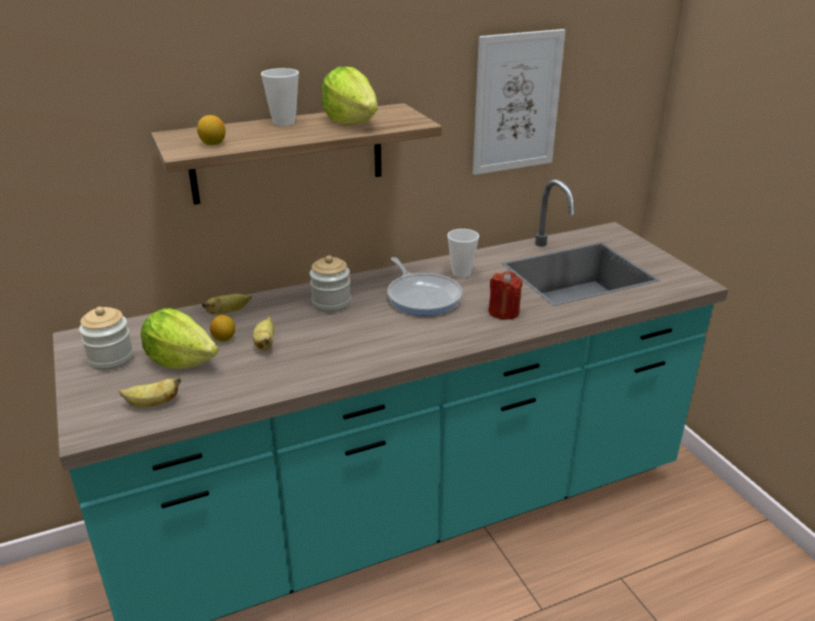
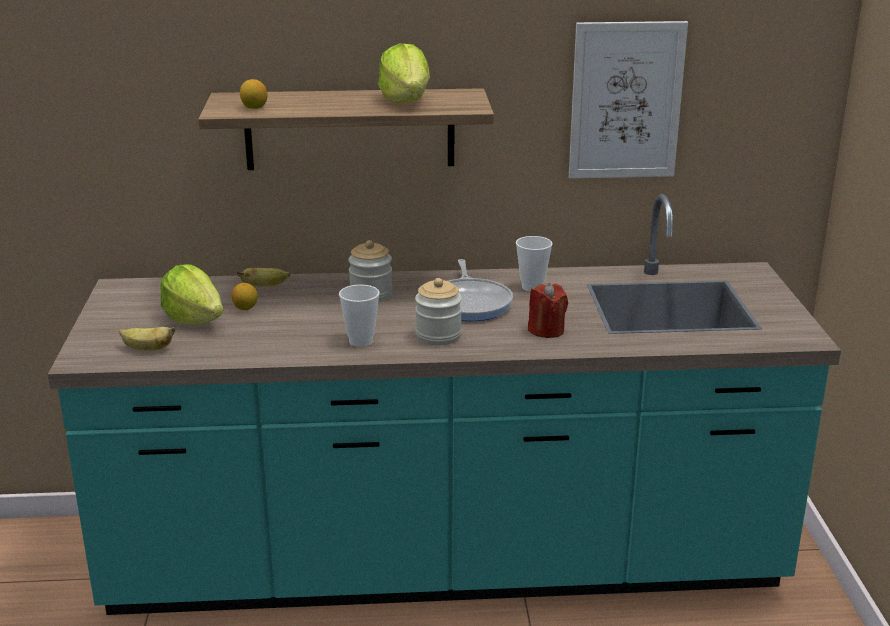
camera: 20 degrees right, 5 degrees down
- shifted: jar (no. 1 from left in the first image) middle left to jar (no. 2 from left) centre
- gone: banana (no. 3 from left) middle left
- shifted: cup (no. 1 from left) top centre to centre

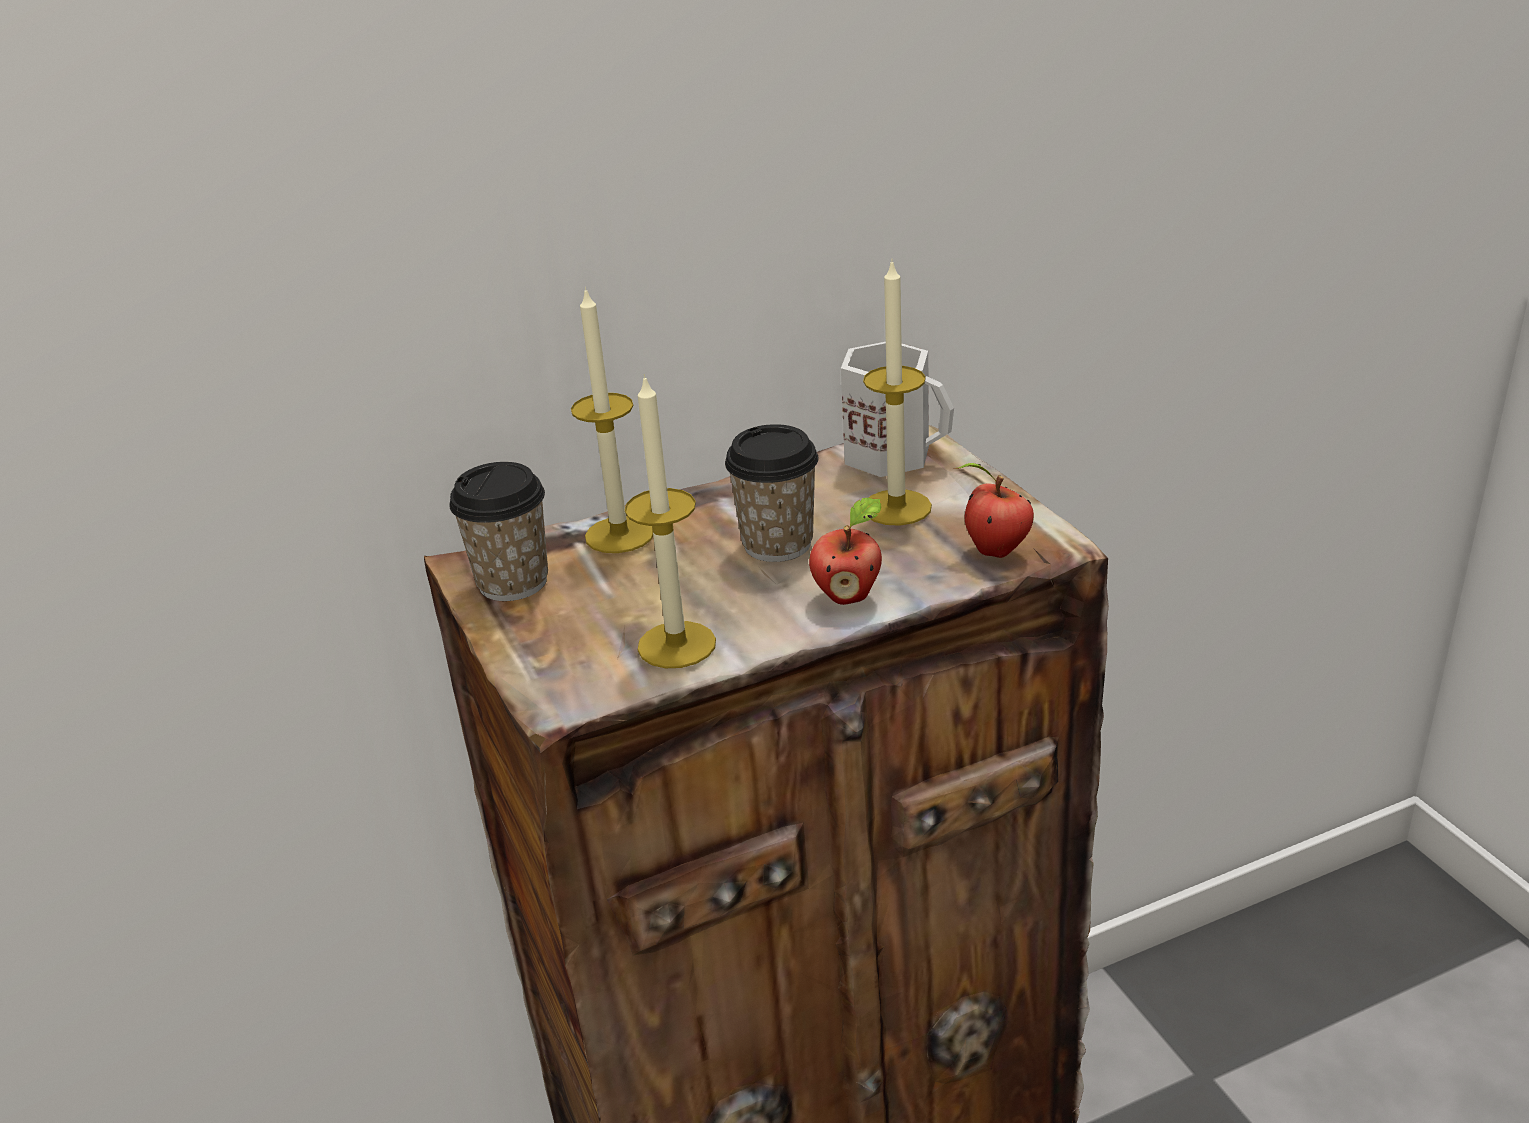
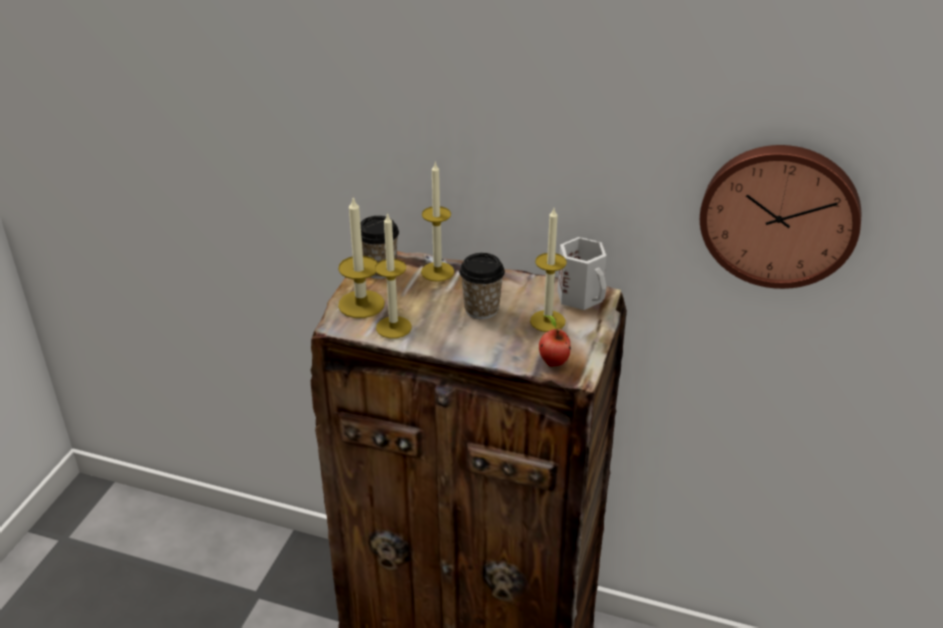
camera: 40 degrees right, 5 degrees up
- gone: apple (no. 1 from left) centre
- new: candle (no. 1 from left) centre
- new: wall clock middle right

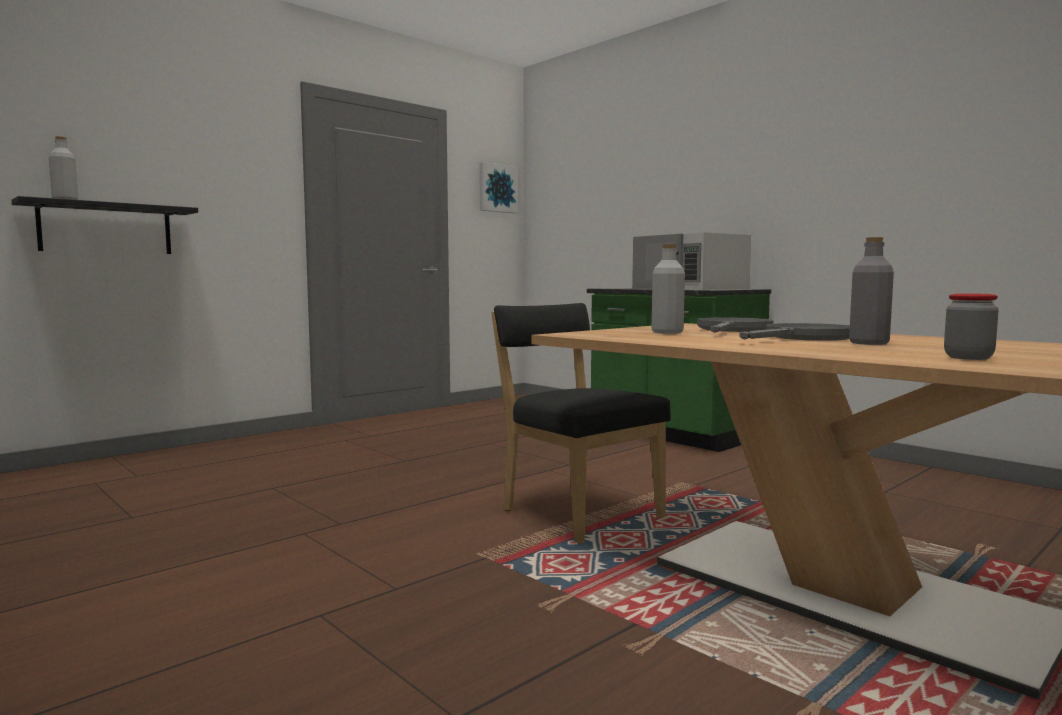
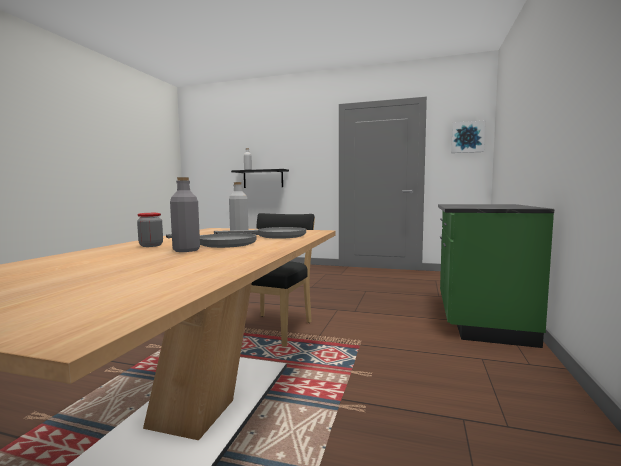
camera: 60 degrees right, 0 degrees up
- gone: white microwave centre
- shifted: jar middle right to middle left

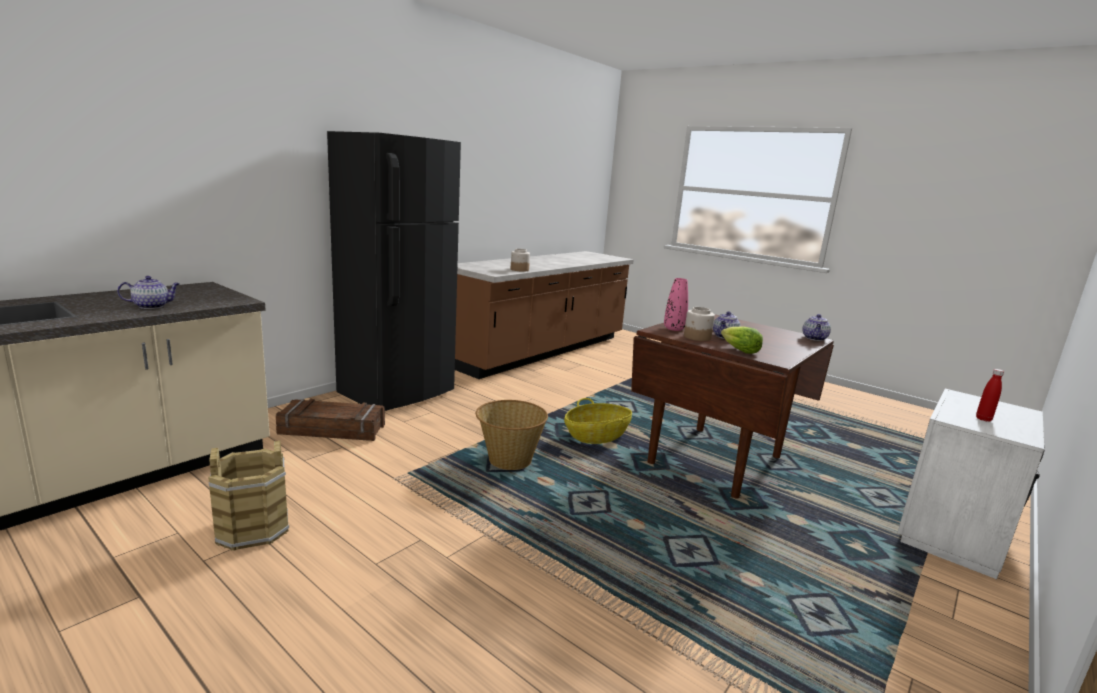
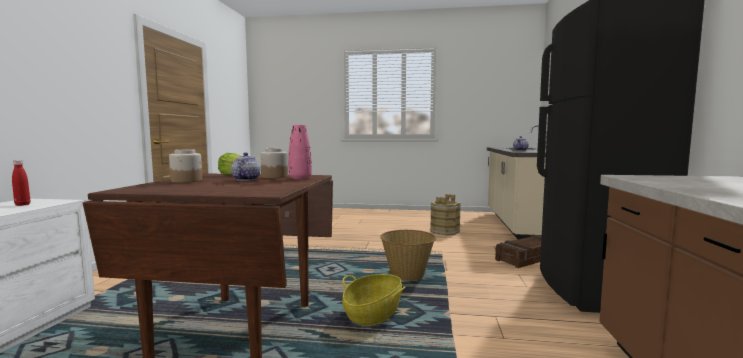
camera: 150 degrees right, 10 degrees down
- shifted: jar (no. 1 from left) centre to middle left
- gone: teapot (no. 3 from left) middle right

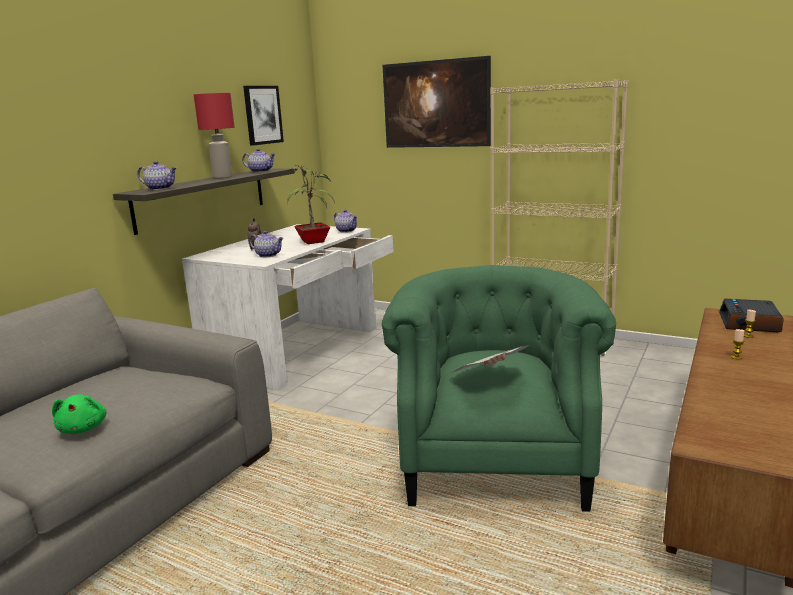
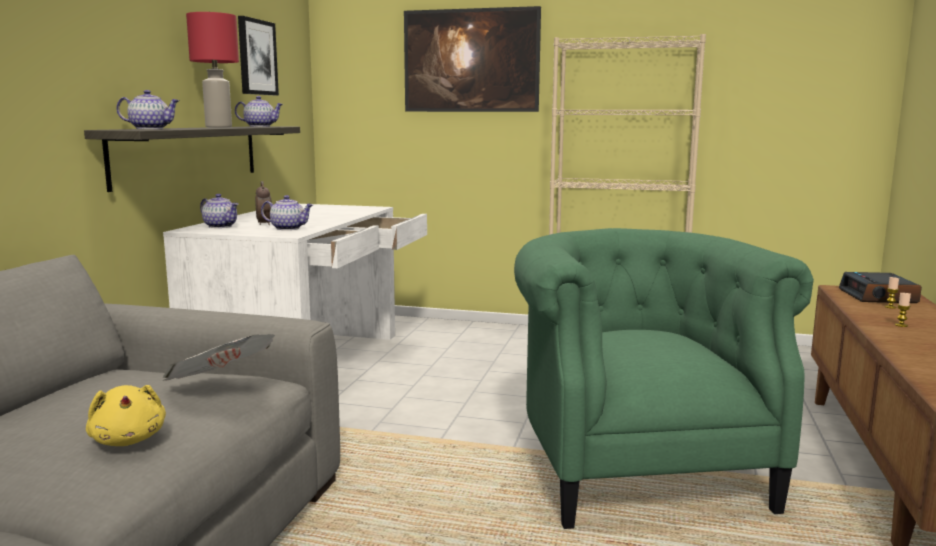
camera: 15 degrees left, 5 degrees down
- repainted: green plush toy bottom left to yellow plush toy bottom left
- gone: potted plant centre
- shifted: teapot (no. 4 from left in the first image) centre to teapot (no. 2 from left) middle left
- shifted: newspaper centre to middle left

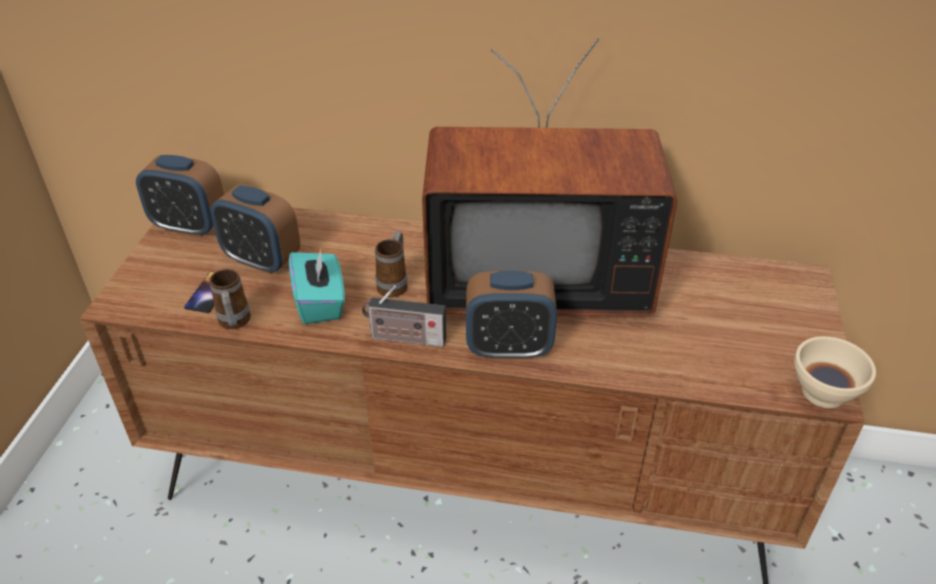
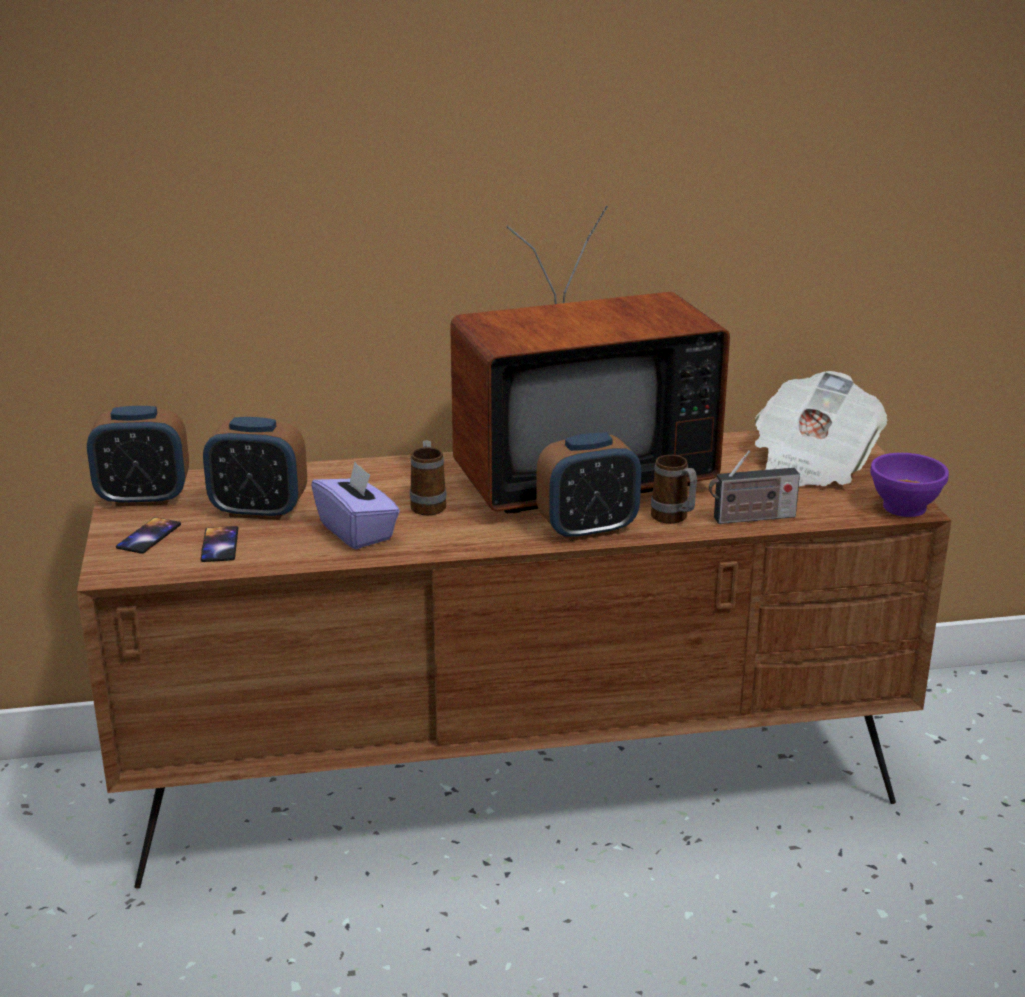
camera: 20 degrees left, 15 degrees down
- shifted: mug (no. 1 from left in the first image) middle left to mug (no. 2 from left) centre
- repainted: turquoise tissue box centre to purple tissue box centre
- shifted: radio centre to middle right
- repainted: beige bowl middle right to purple bowl middle right
- new: phone (no. 1 from left) middle left
- new: newspaper middle right

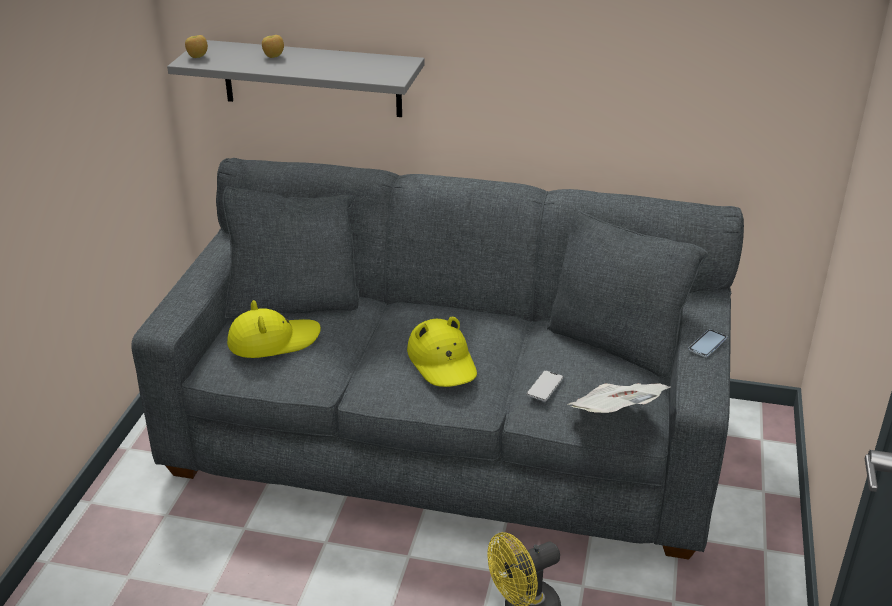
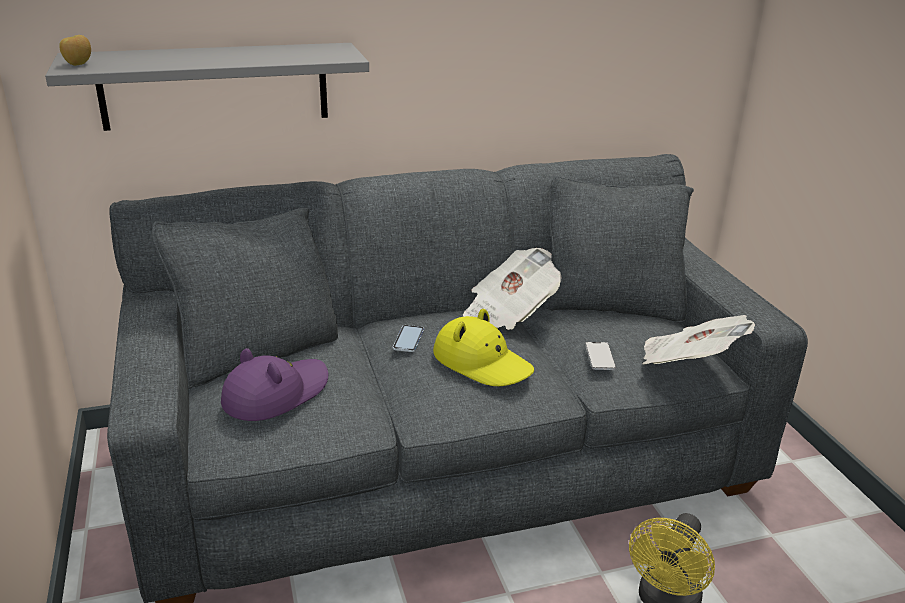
camera: 30 degrees left, 5 degrees down
- repainted: yellow hat (no. 1 from left) middle left to purple hat middle left
- gone: apple (no. 2 from left) top left
- shifted: phone (no. 2 from left in the first image) middle right to phone (no. 1 from left) centre
- new: newspaper (no. 1 from left) centre

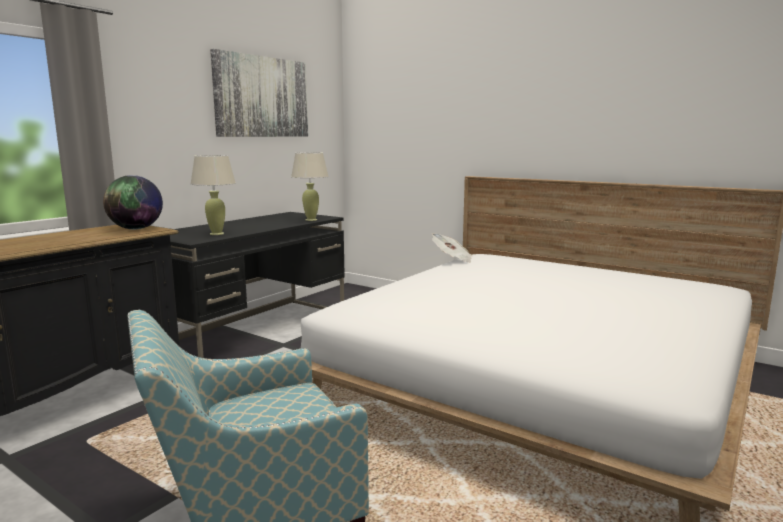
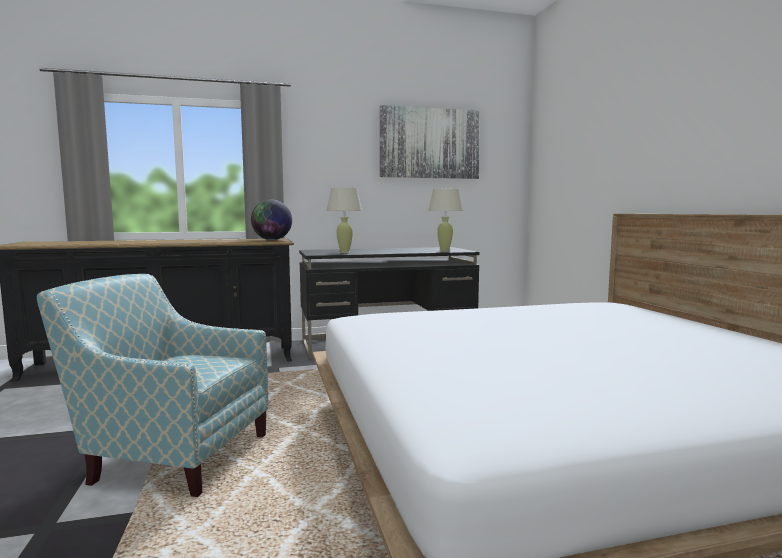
camera: 40 degrees right, 5 degrees down
- gone: newspaper centre

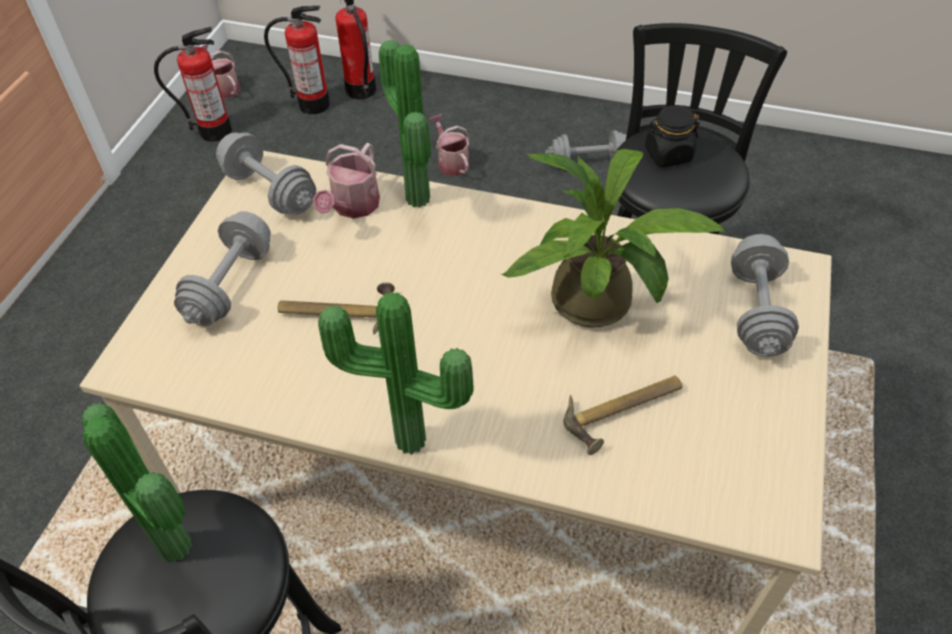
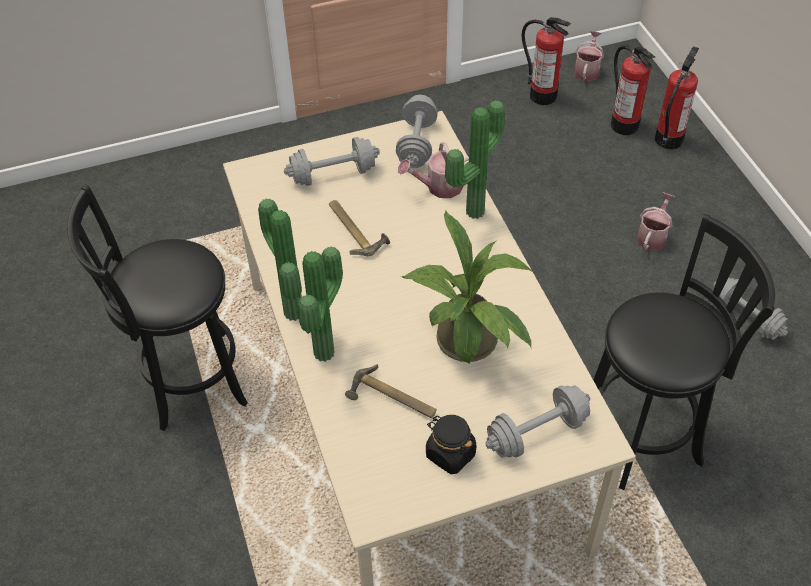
camera: 55 degrees right, 0 degrees up
- shifted: potted plant (no. 1 from left in the first image) bottom left to potted plant (no. 2 from left) centre
- shifted: black jar top right to bottom centre

